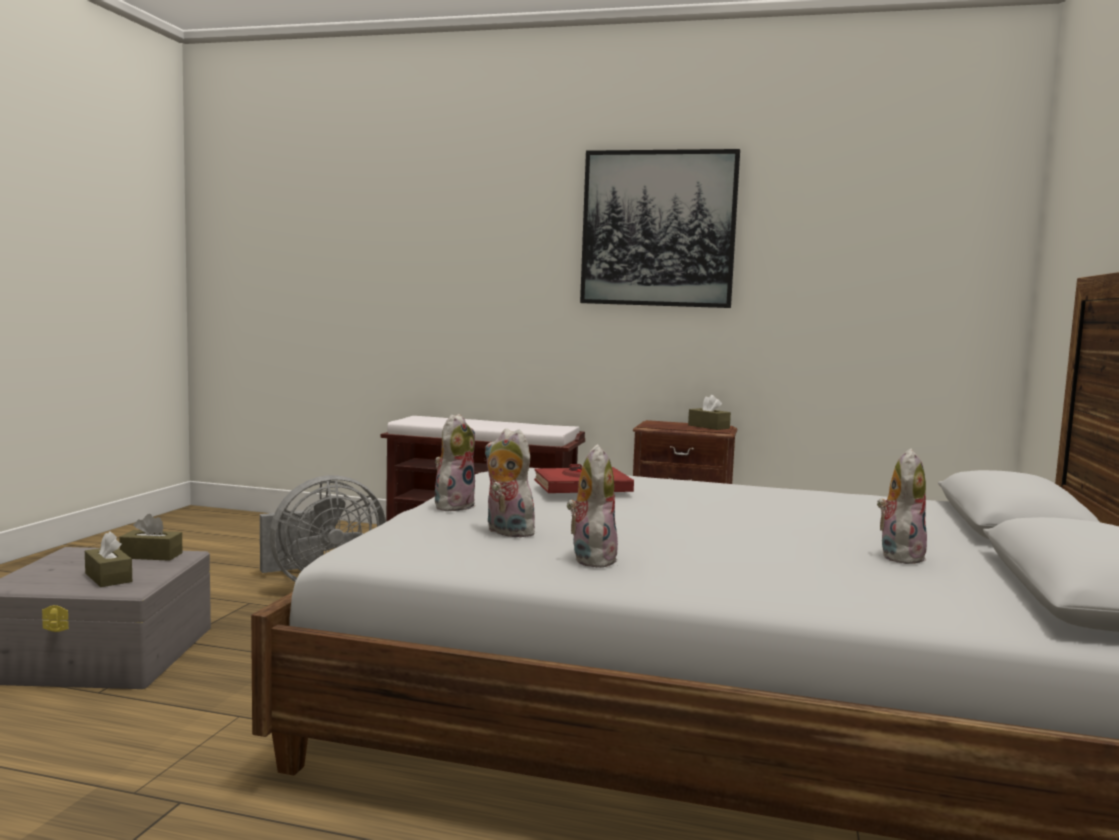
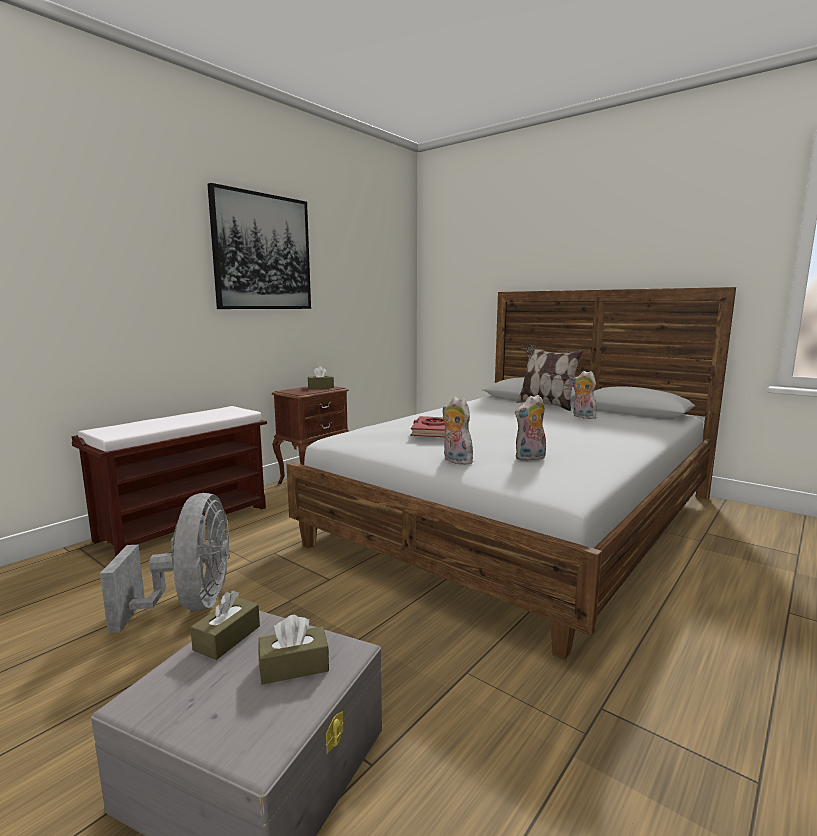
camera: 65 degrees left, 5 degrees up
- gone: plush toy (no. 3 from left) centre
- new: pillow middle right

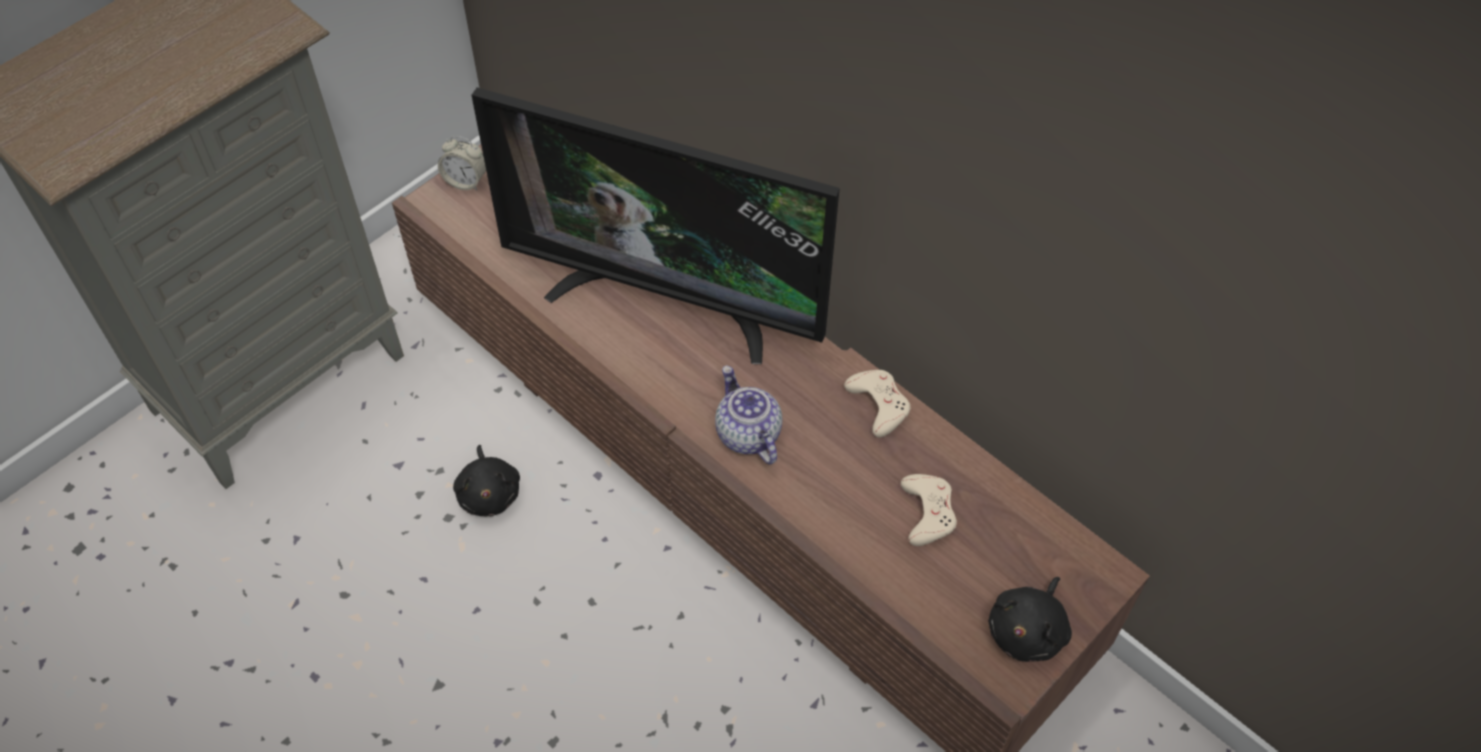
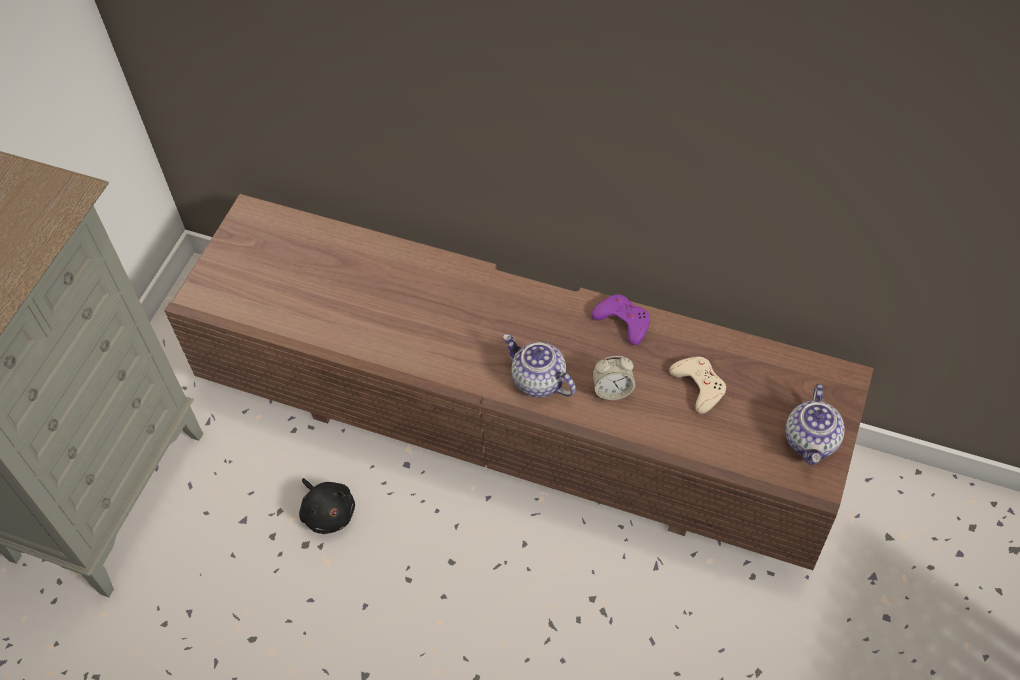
camera: 20 degrees left, 0 degrees up
- shifted: alarm clock top left to centre
- gone: television top centre
- repainted: beige game controller (no. 1 from left) centre to purple game controller centre
- swapped: black plush toy (no. 2 from left) bottom right to teapot (no. 2 from left) middle right

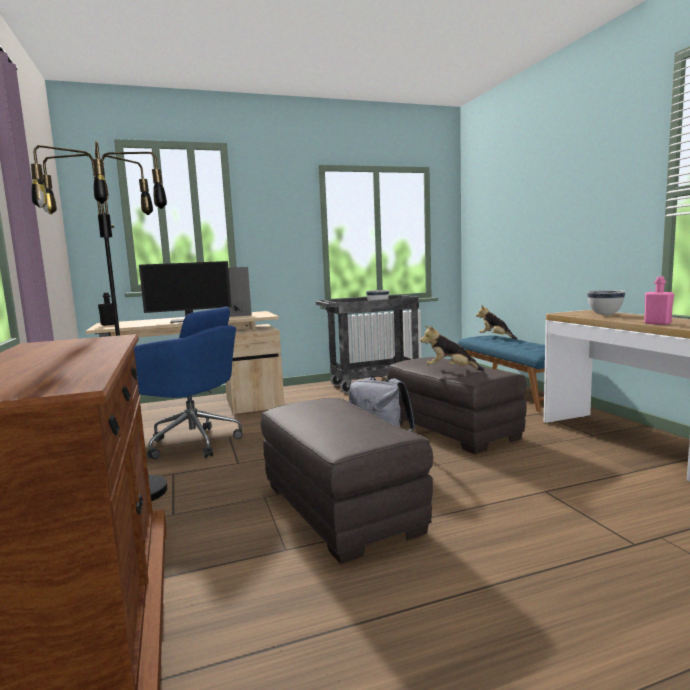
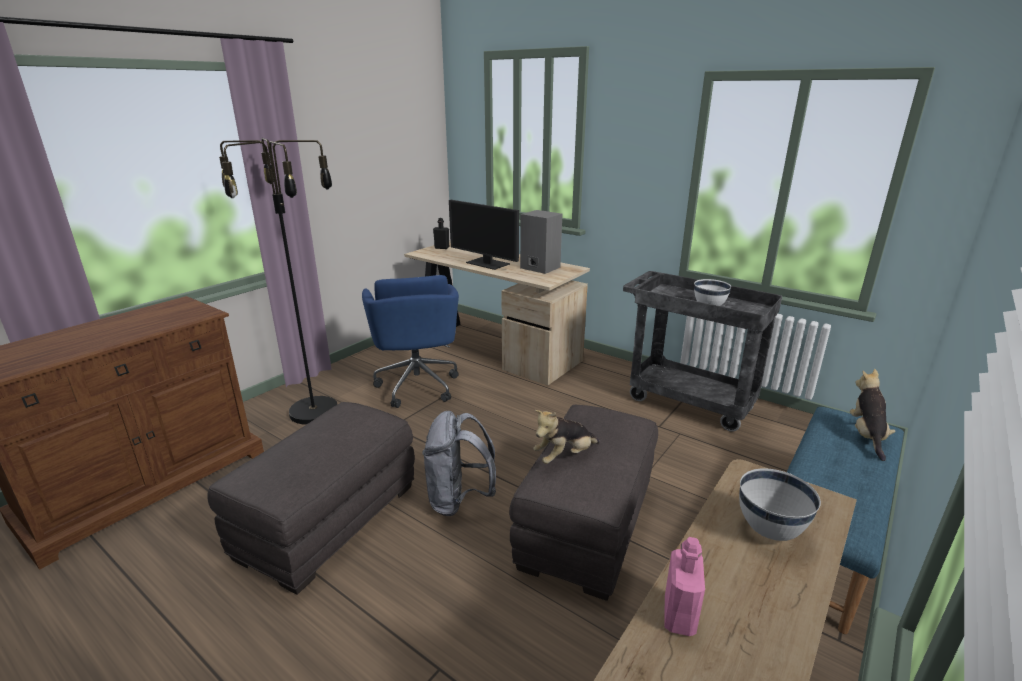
camera: 55 degrees right, 15 degrees up
- rotated: plush toy (no. 1 from left) centre = centre 105 degrees counterclockwise

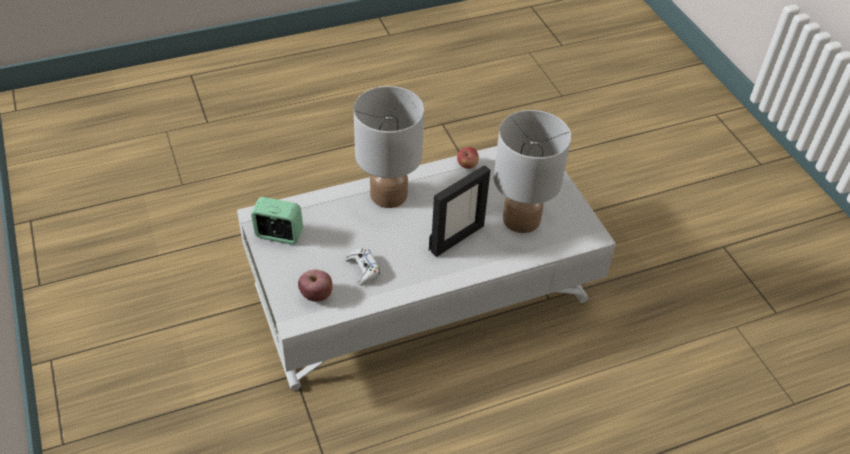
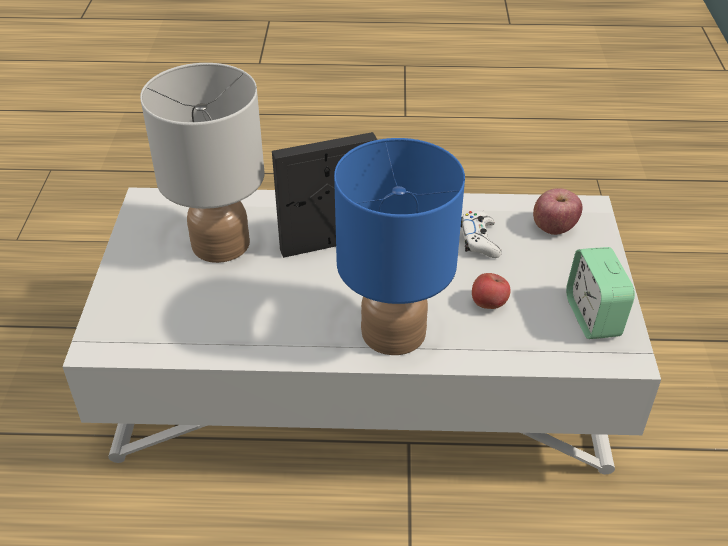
camera: 155 degrees left, 5 degrees down
- rotated: alarm clock middle left = middle right 45 degrees clockwise
- repainted: grey table lamp (no. 1 from left) top centre to blue table lamp centre
- shifted: apple (no. 2 from left in the first image) centre to apple (no. 1 from left) middle right

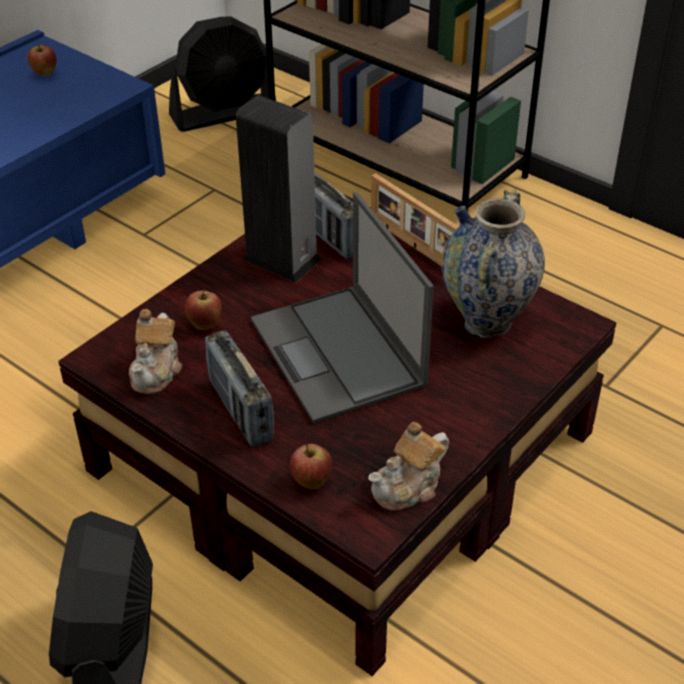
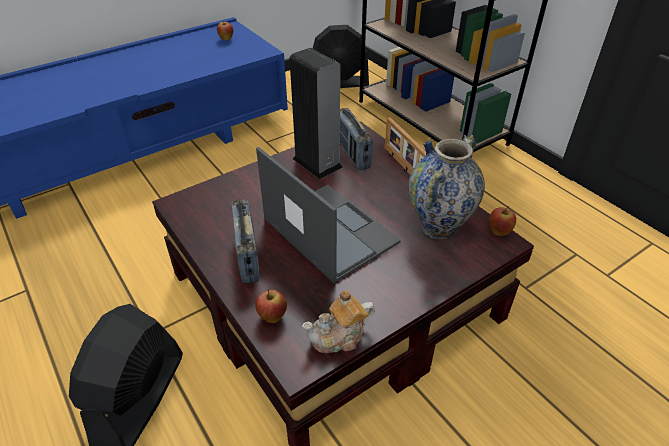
camera: 15 degrees right, 0 degrees up
- gone: teapot (no. 1 from left) middle left
- shifted: apple (no. 2 from left in the first image) middle left to apple (no. 3 from left) middle right
- rotated: laptop centre = centre 150 degrees clockwise

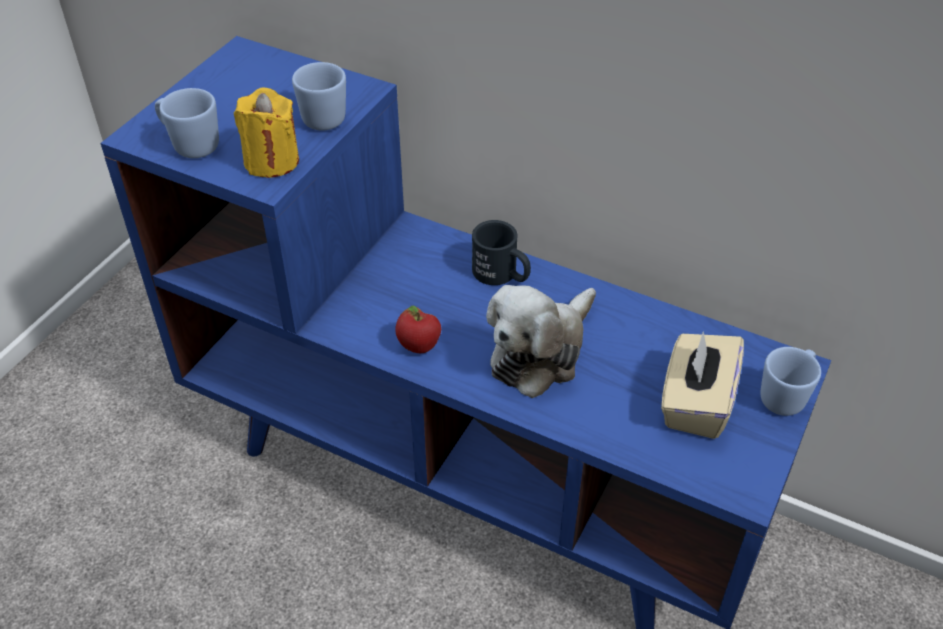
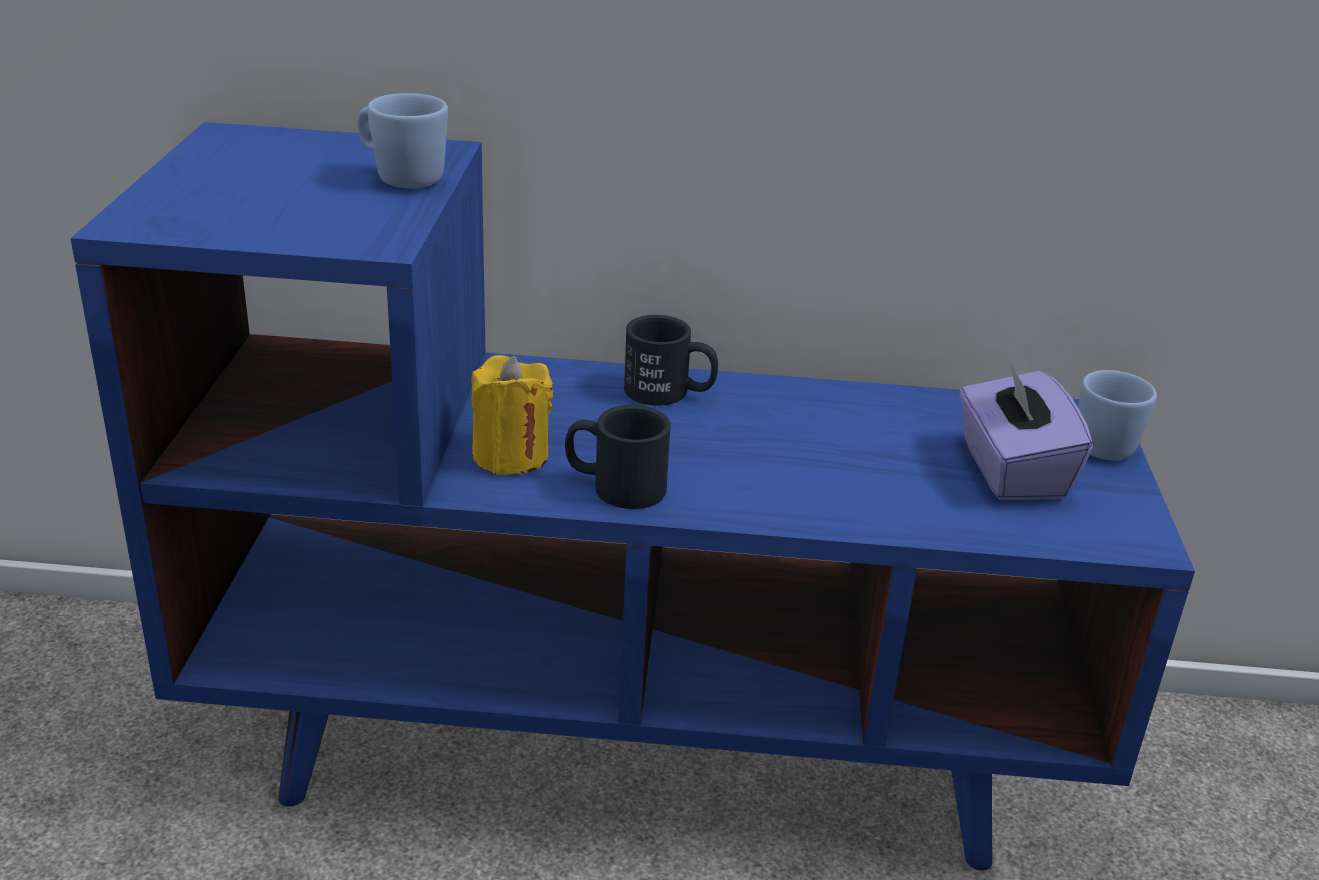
camera: 25 degrees left, 15 degrees down
- gone: blue mug (no. 1 from left) top left
- shifted: yellow candle top left to centre
- swapped: apple centre to black mug (no. 1 from left) centre
- gone: plush toy centre
- repainted: beige tissue box middle right to purple tissue box middle right

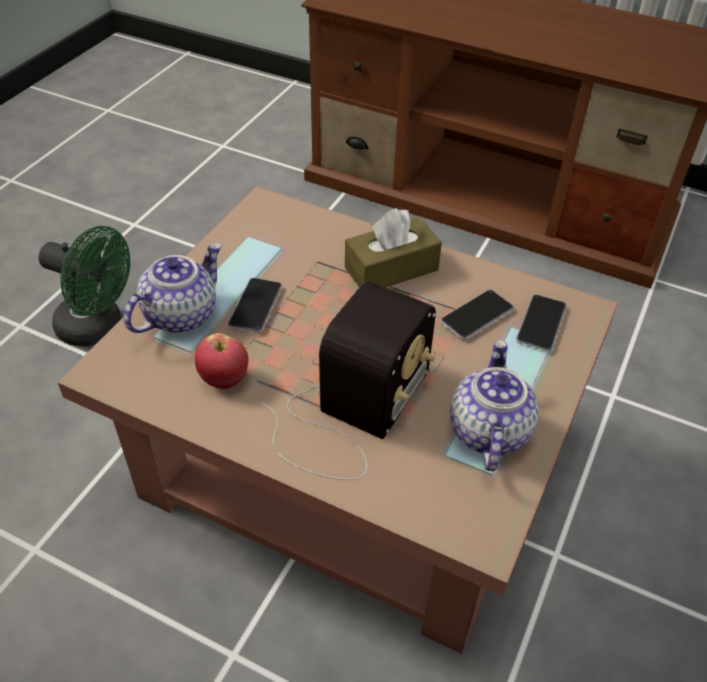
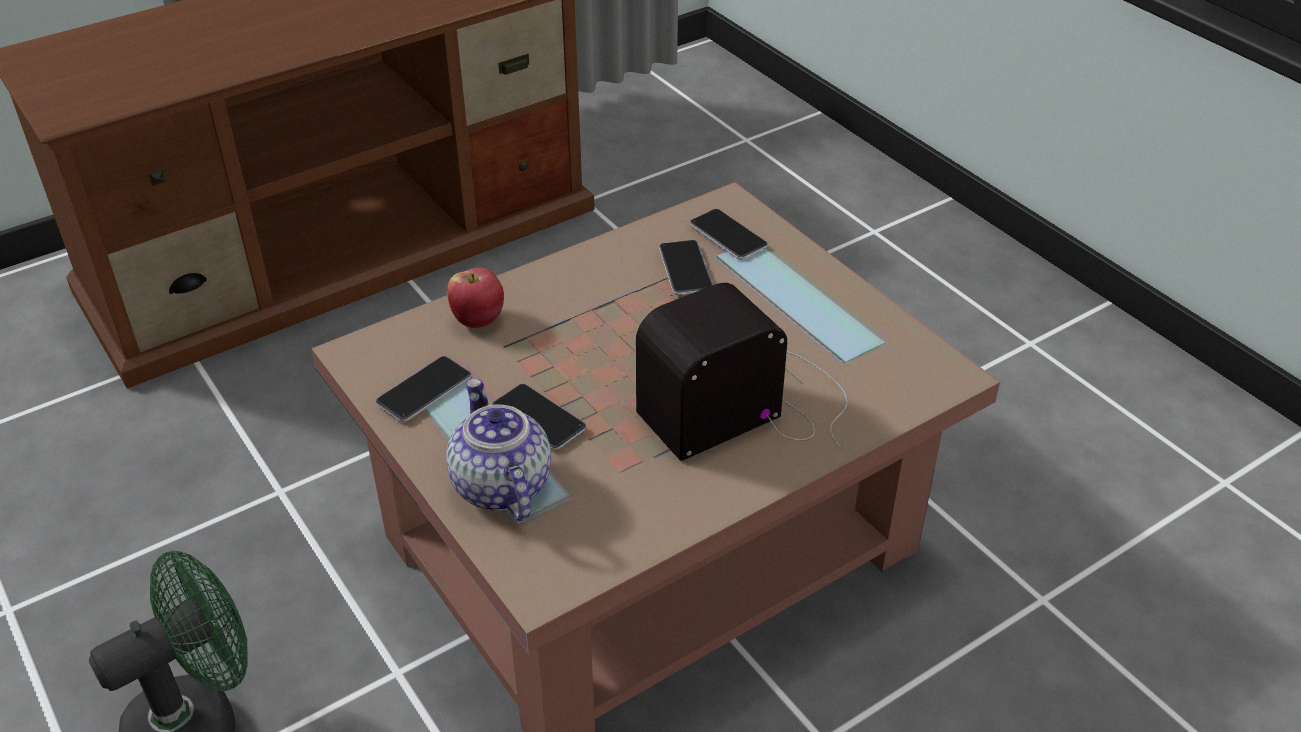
camera: 60 degrees left, 5 degrees down
- shifted: apple middle left to centre
- rotated: radio centre = centre 90 degrees counterclockwise
- gone: brown tissue box centre
- gone: teapot (no. 2 from left) middle right
- new: phone (no. 1 from left) middle left

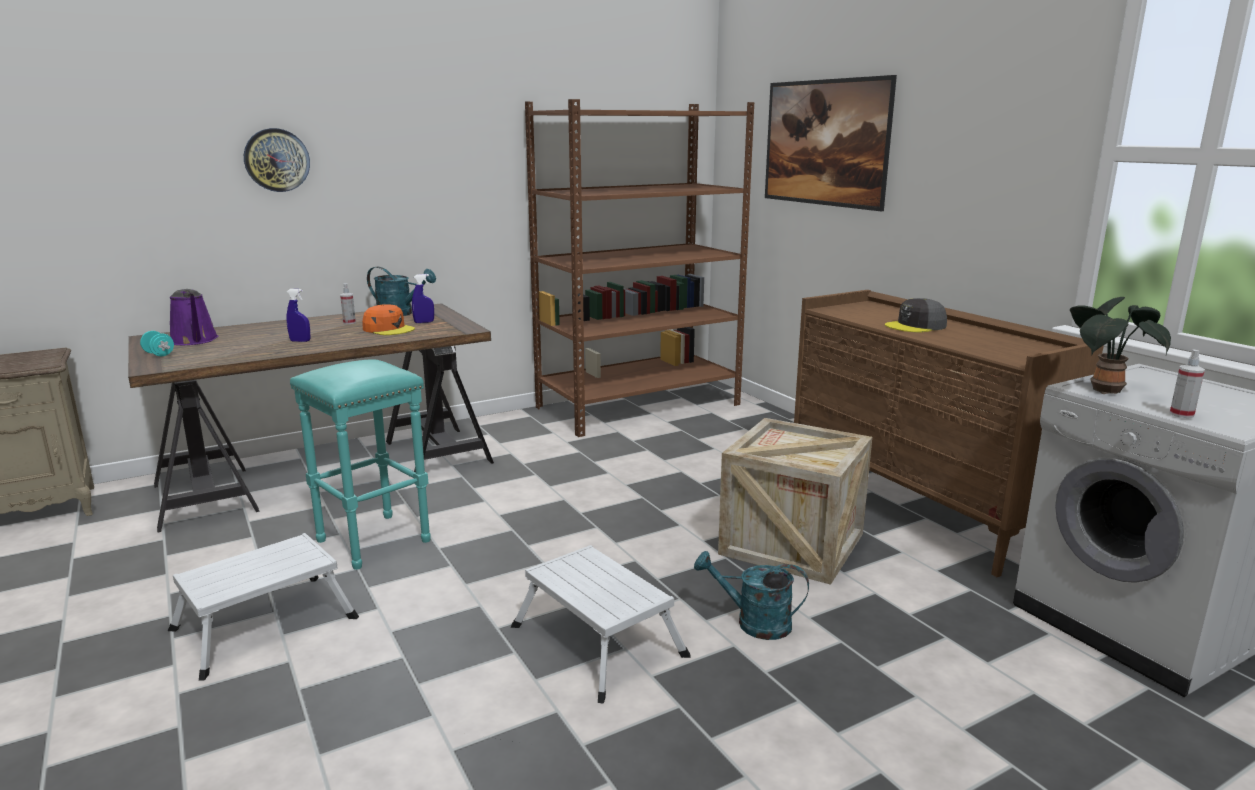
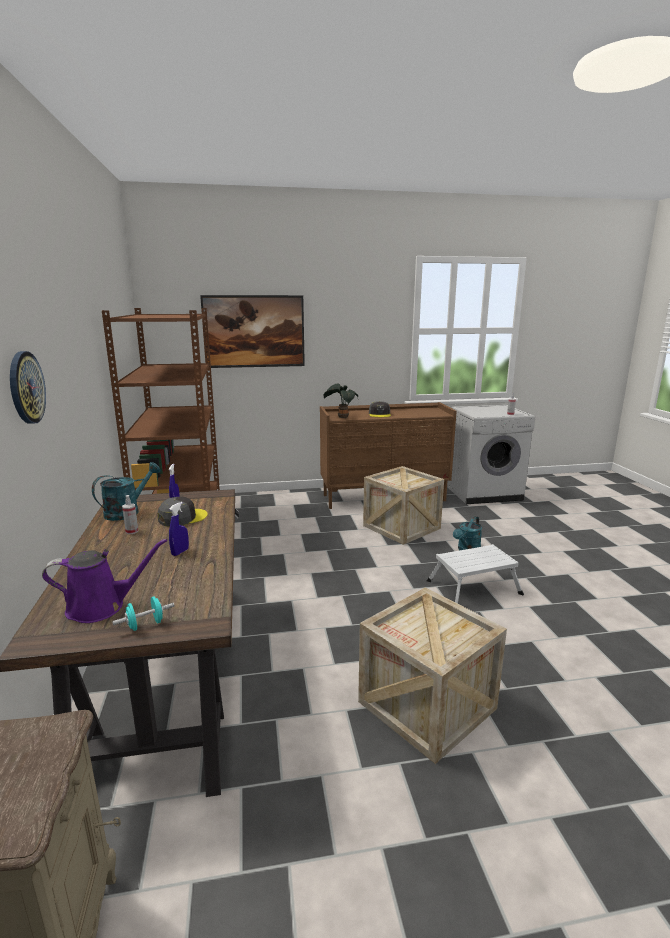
camera: 70 degrees left, 0 degrees up
- swapped: white step ladder (no. 1 from left) bottom left to crate (no. 2 from left) bottom centre
- gone: turquoise stool middle left
- repainted: orange cap middle left to grey cap (no. 1 from left) middle left
- shifted: potted plant middle right to centre

